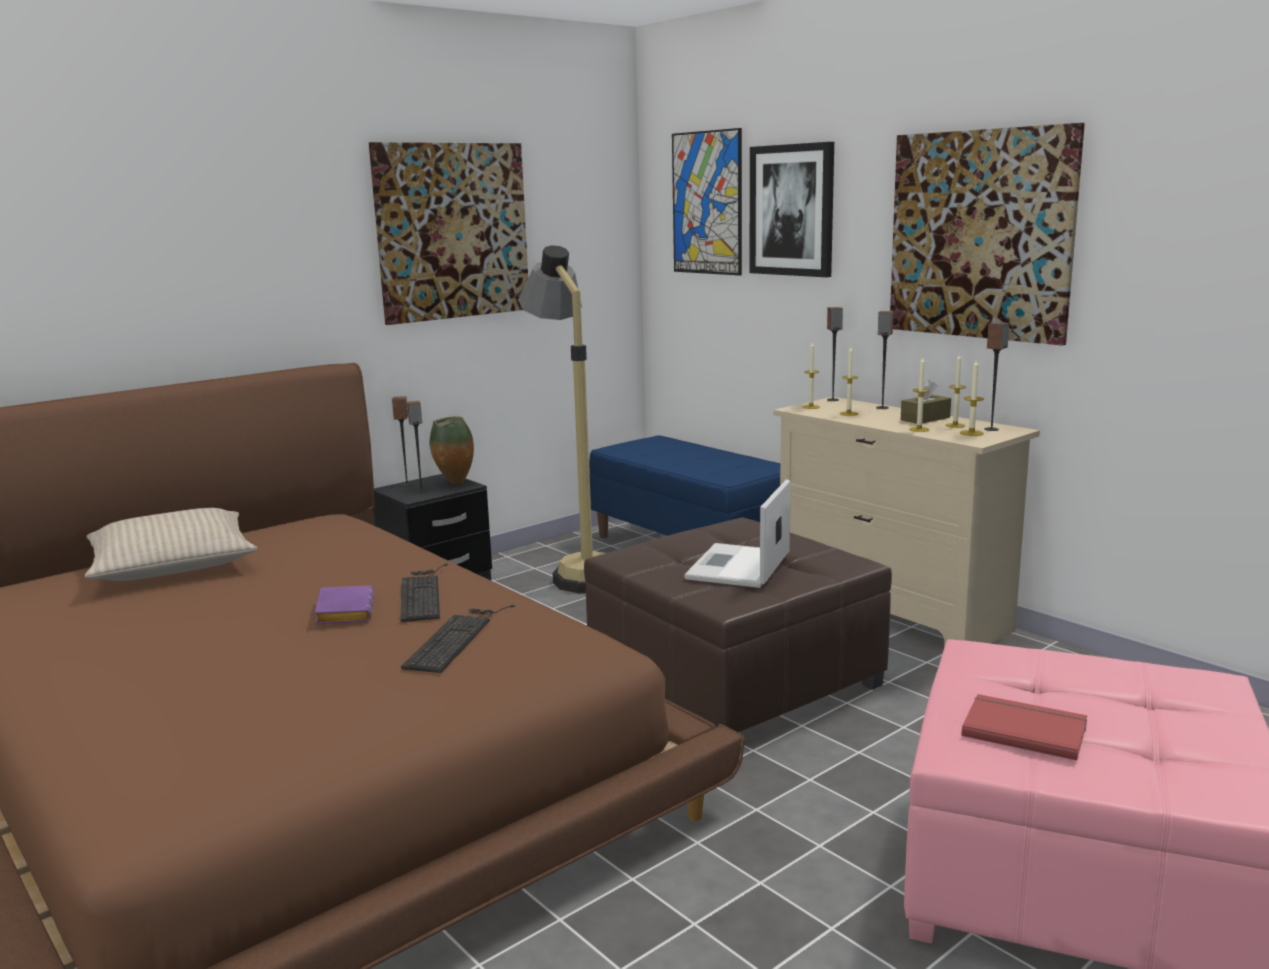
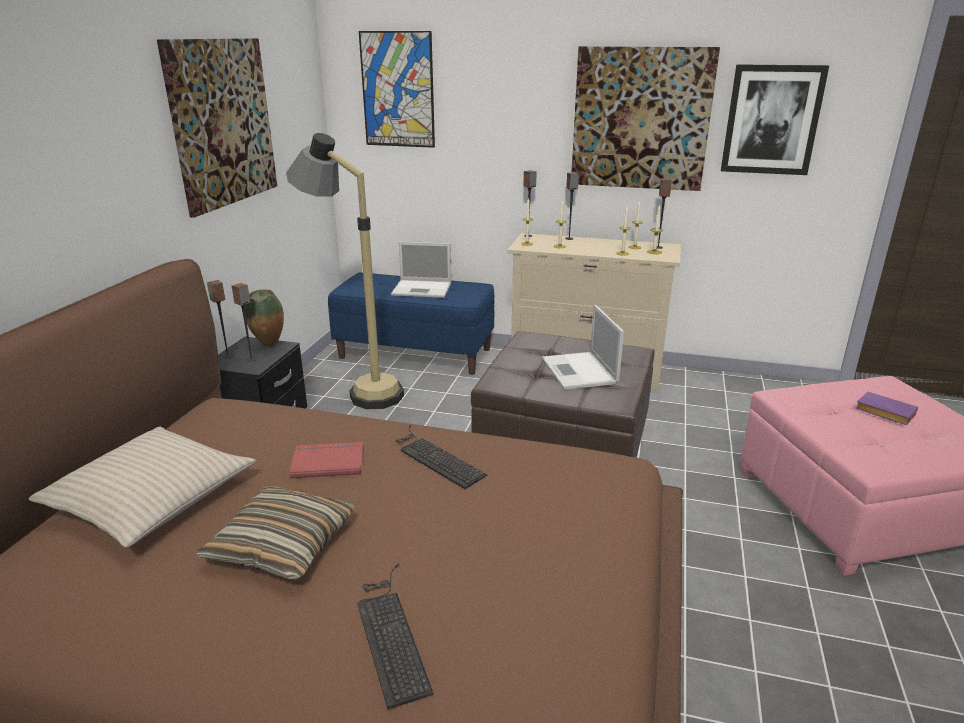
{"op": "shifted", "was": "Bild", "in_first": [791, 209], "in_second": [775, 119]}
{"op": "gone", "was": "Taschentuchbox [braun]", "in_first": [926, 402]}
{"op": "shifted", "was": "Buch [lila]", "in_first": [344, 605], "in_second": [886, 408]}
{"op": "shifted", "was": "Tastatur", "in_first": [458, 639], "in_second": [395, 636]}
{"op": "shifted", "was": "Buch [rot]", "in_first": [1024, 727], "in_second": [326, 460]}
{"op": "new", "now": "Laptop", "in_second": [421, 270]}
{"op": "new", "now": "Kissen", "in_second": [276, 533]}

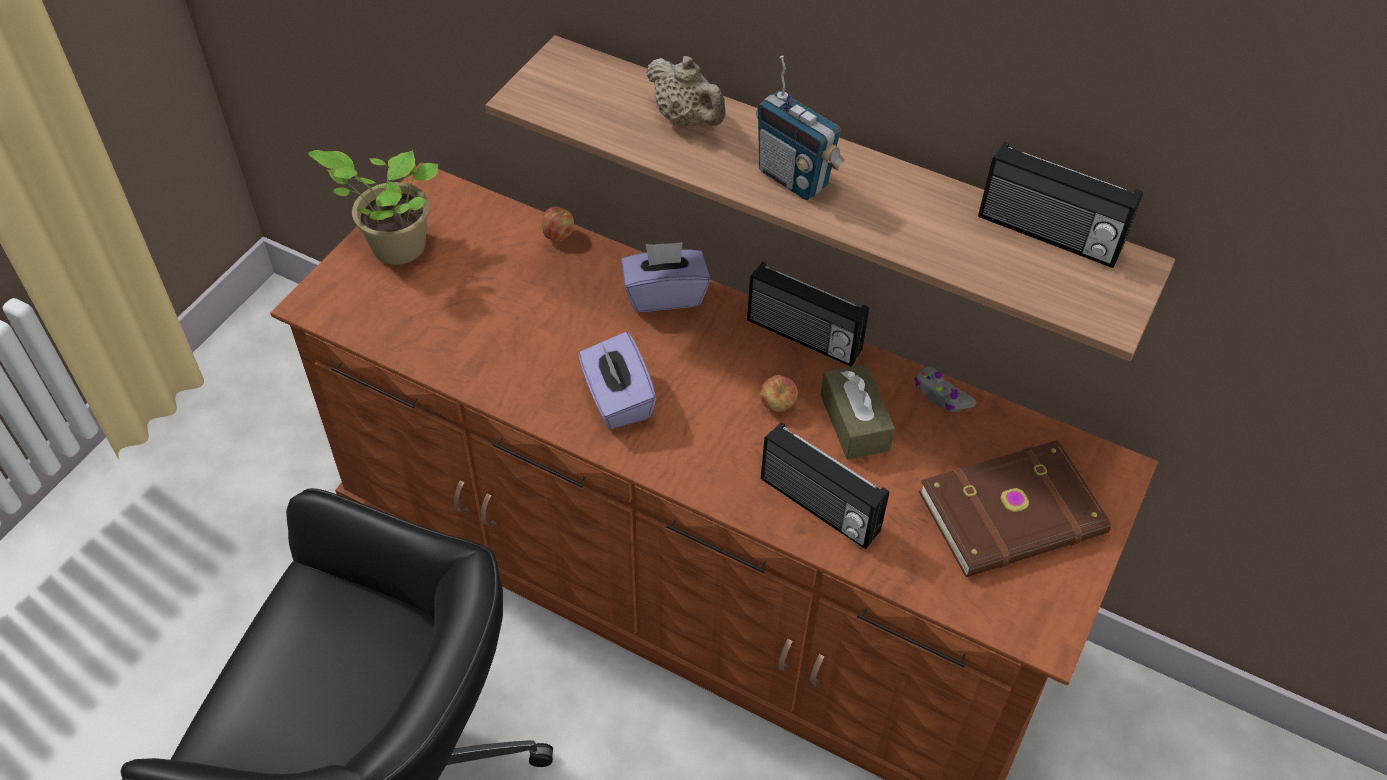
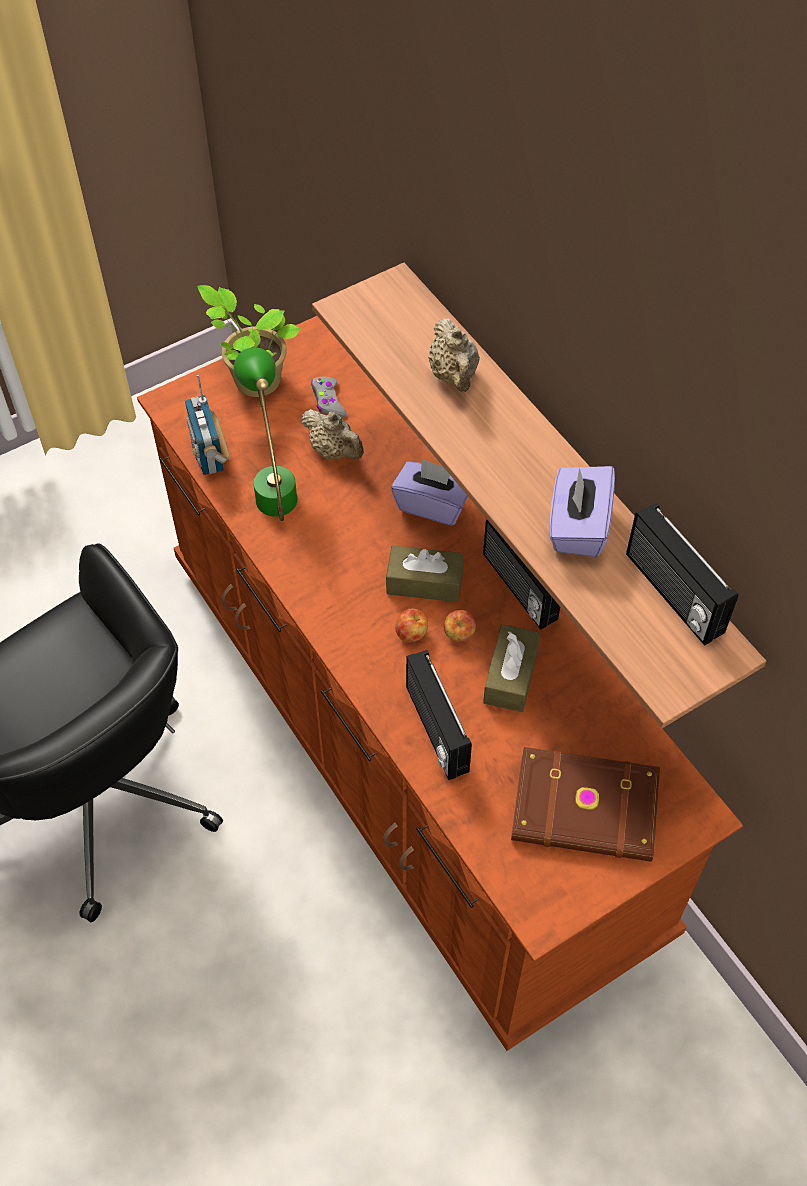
{"op": "shifted", "was": "Radio", "in_first": [800, 128], "in_second": [207, 425]}
{"op": "shifted", "was": "Apfel", "in_first": [558, 224], "in_second": [412, 625]}
{"op": "shifted", "was": "Taschentuchbox [lila]", "in_first": [617, 380], "in_second": [582, 511]}
{"op": "shifted", "was": "Gamepad [grau]", "in_first": [946, 389], "in_second": [329, 397]}
{"op": "new", "now": "Tischlampe [grün]", "in_second": [265, 434]}
{"op": "new", "now": "Teekanne [beige]", "in_second": [332, 434]}
{"op": "new", "now": "Taschentuchbox [braun]", "in_second": [425, 574]}

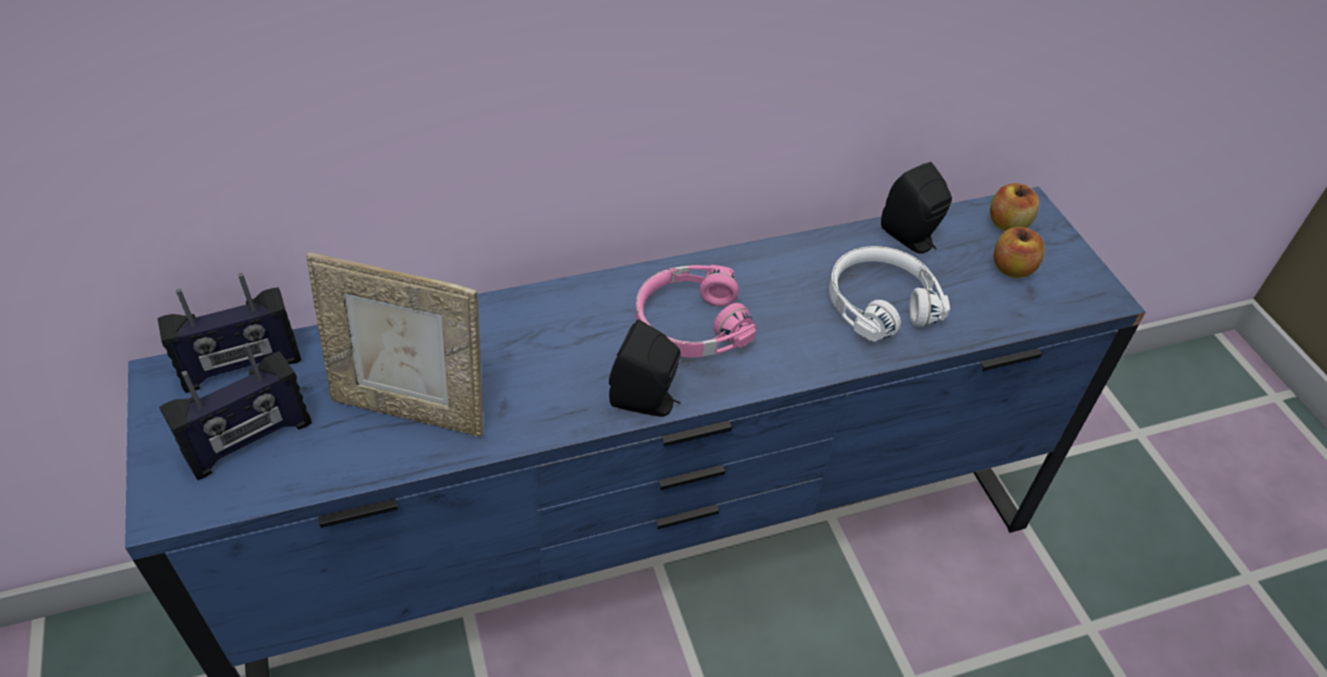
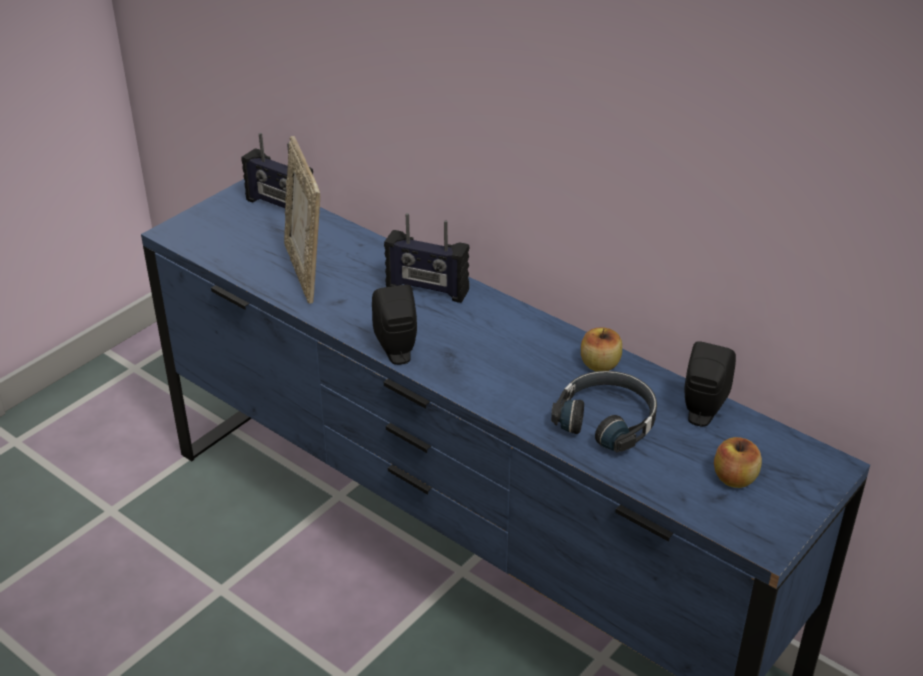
{"op": "shifted", "was": "Apfel", "in_first": [1014, 207], "in_second": [601, 349]}
{"op": "repainted", "was": "Kopfhörer [weiß]", "now": "Kopfhörer [schwarz]", "in_first": [889, 294], "in_second": [604, 411]}
{"op": "gone", "was": "Kopfhörer [rosa]", "in_first": [696, 311]}
{"op": "shifted", "was": "Radio", "in_first": [235, 411], "in_second": [426, 258]}

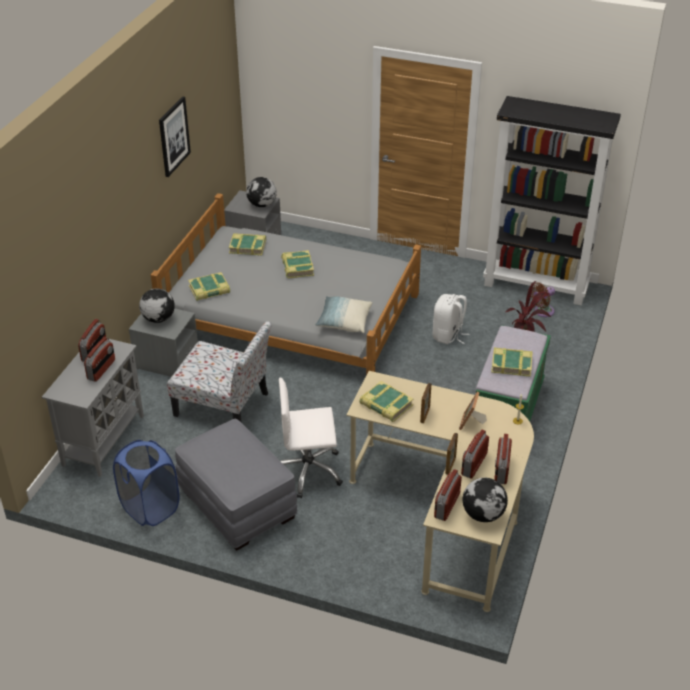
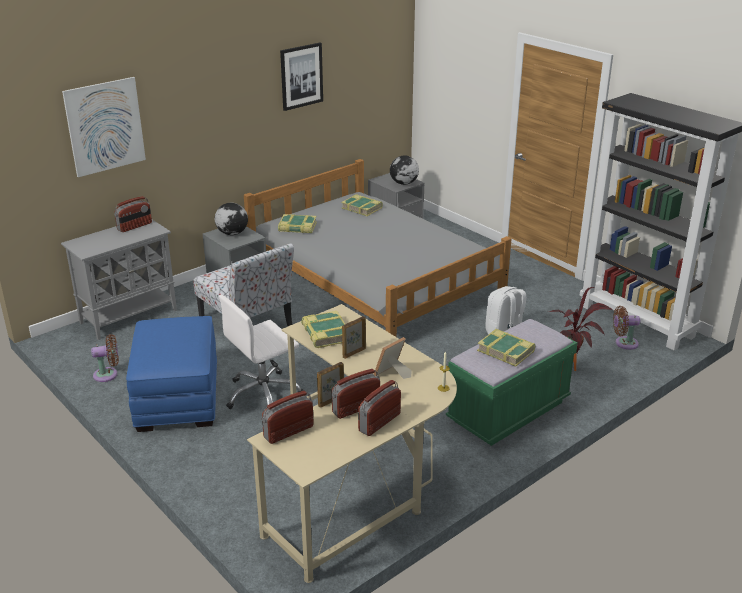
{"op": "gone", "was": "Buch", "in_first": [297, 264]}
{"op": "gone", "was": "Kissen", "in_first": [343, 314]}
{"op": "gone", "was": "Radio", "in_first": [99, 359]}
{"op": "rotated", "was": "Bürostuhl [weiß]", "in_first": [311, 438], "in_second": [262, 352], "clockwise": -60}
{"op": "repainted", "was": "Polsterhocker [grau]", "now": "Polsterhocker [blau]", "in_first": [236, 485], "in_second": [171, 374]}
{"op": "swapped", "was": "Wäschekorb [blau]", "now": "Ventilator [braun]", "in_first": [146, 483], "in_second": [105, 358]}
{"op": "gone", "was": "Globus", "in_first": [485, 500]}
{"op": "new", "now": "Bild", "in_second": [104, 127]}

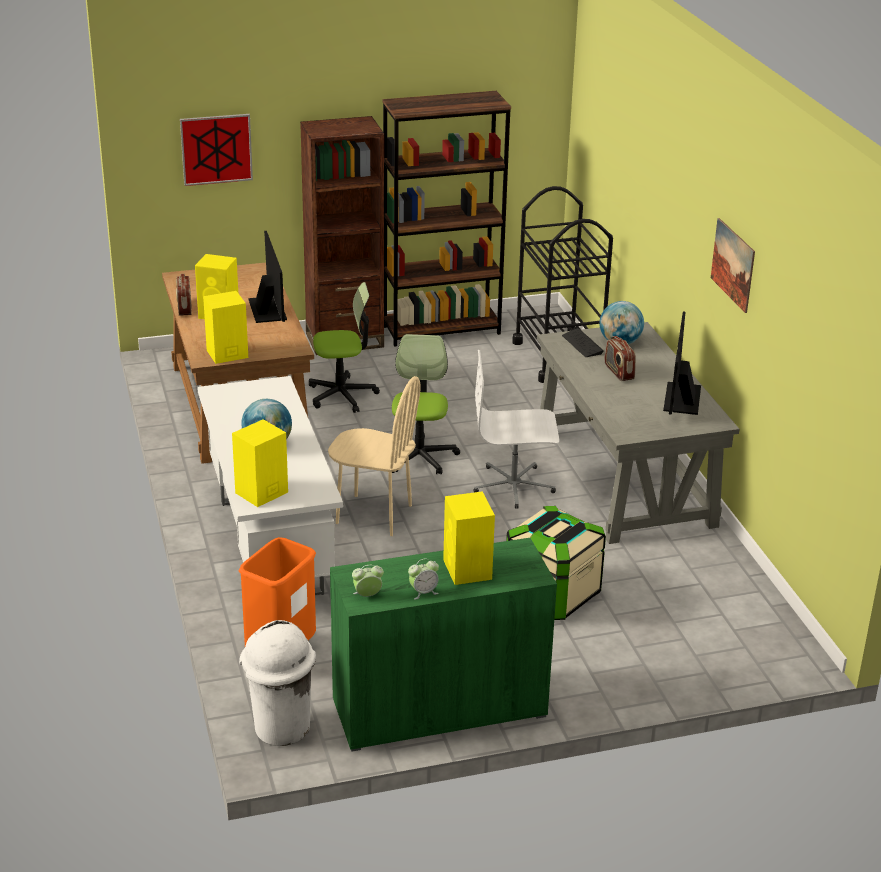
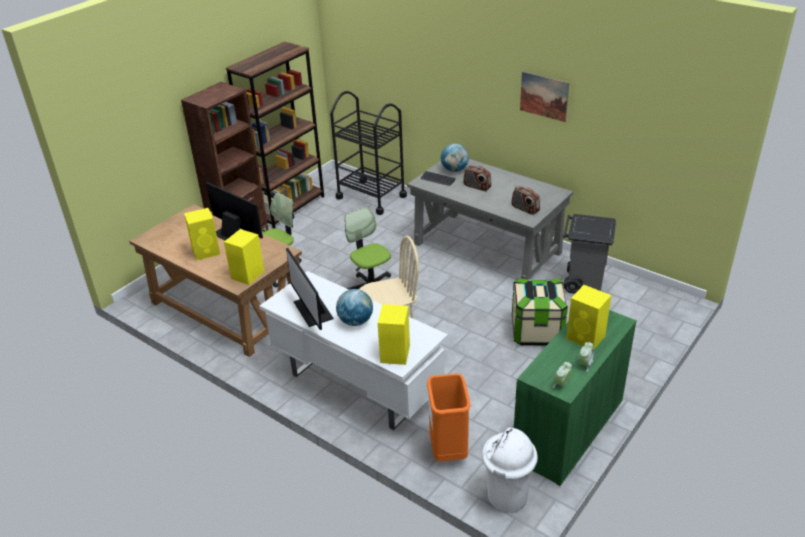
{"op": "gone", "was": "Bild", "in_first": [216, 150]}
{"op": "shifted", "was": "Radio", "in_first": [184, 295], "in_second": [526, 200]}
{"op": "shifted", "was": "Monitor", "in_first": [682, 363], "in_second": [309, 289]}
{"op": "gone", "was": "Bürostuhl [weiß]", "in_first": [516, 429]}
{"op": "new", "now": "Mülleimer [grau]", "in_second": [589, 254]}

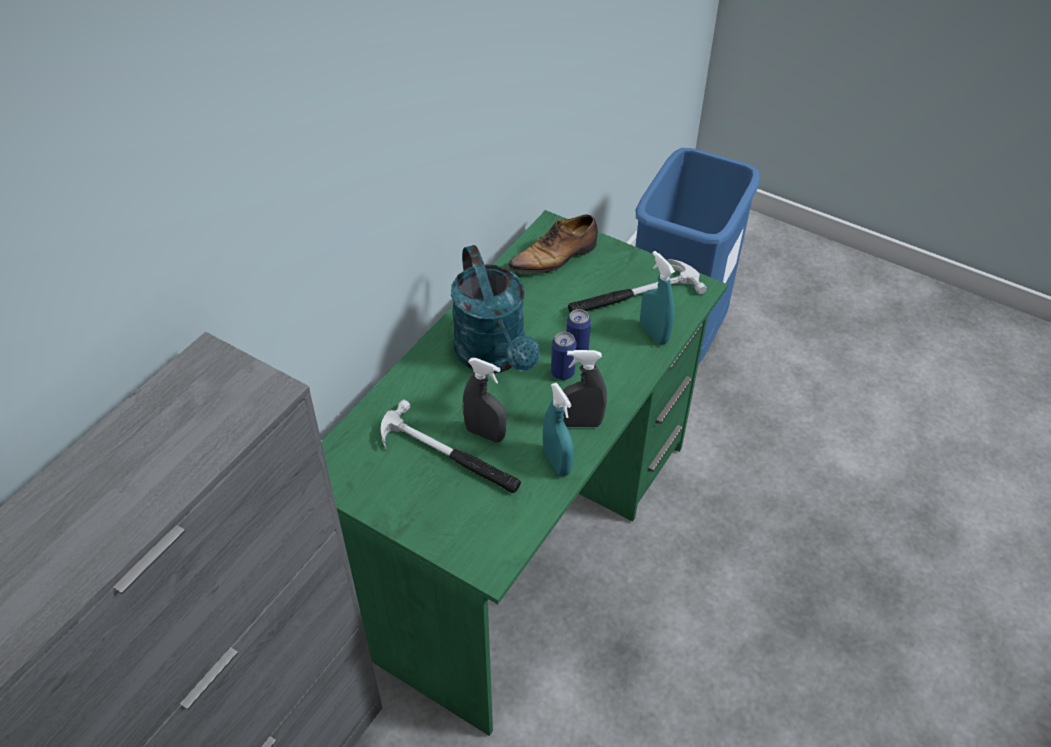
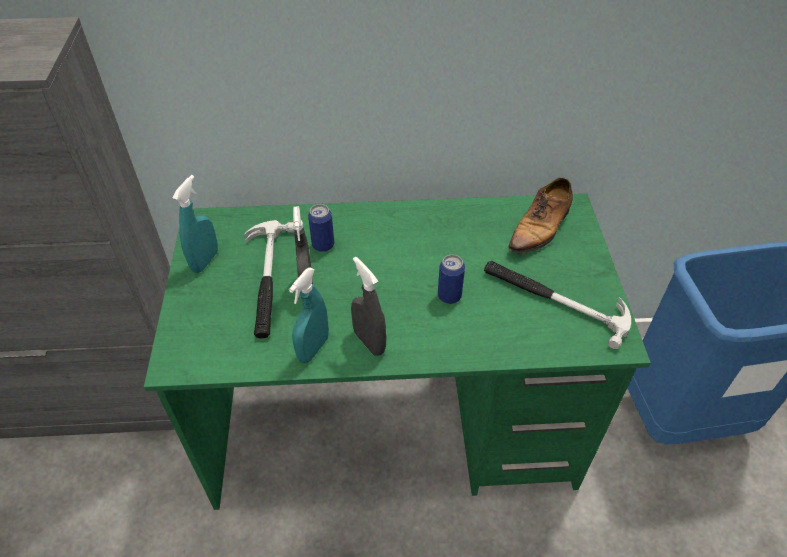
{"op": "rotated", "was": "Schuh", "in_first": [553, 244], "in_second": [540, 216], "clockwise": -75}
{"op": "gone", "was": "Gießkanne [türkis]", "in_first": [495, 309]}
{"op": "shifted", "was": "Sprühflasche [türkis]", "in_first": [657, 297], "in_second": [195, 224]}
{"op": "shifted", "was": "Dose", "in_first": [564, 356], "in_second": [321, 228]}

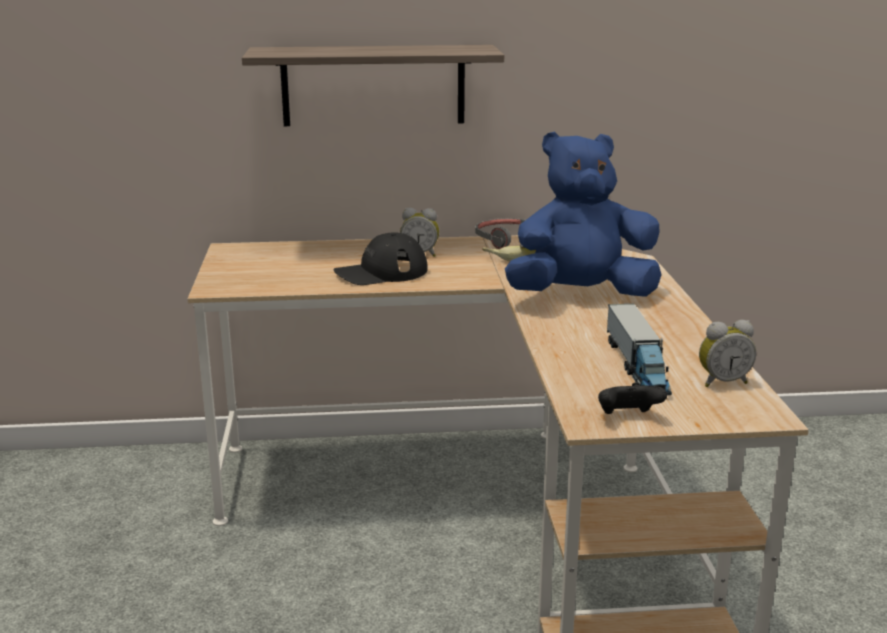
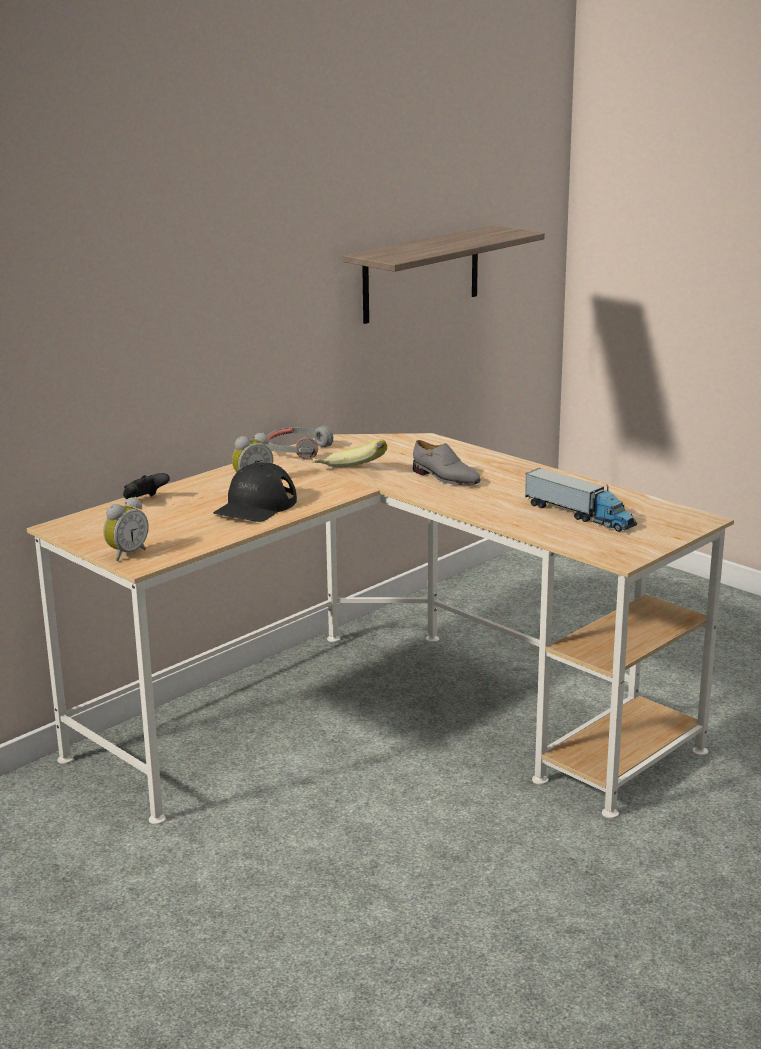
{"op": "shifted", "was": "Wandregal", "in_first": [373, 85], "in_second": [444, 274]}
{"op": "swapped", "was": "Plüschtier [blau]", "now": "Schuh [grau]", "in_first": [583, 214], "in_second": [447, 462]}
{"op": "shifted", "was": "Wecker", "in_first": [727, 353], "in_second": [126, 529]}
{"op": "shifted", "was": "Gamepad [schwarz]", "in_first": [632, 398], "in_second": [146, 486]}

